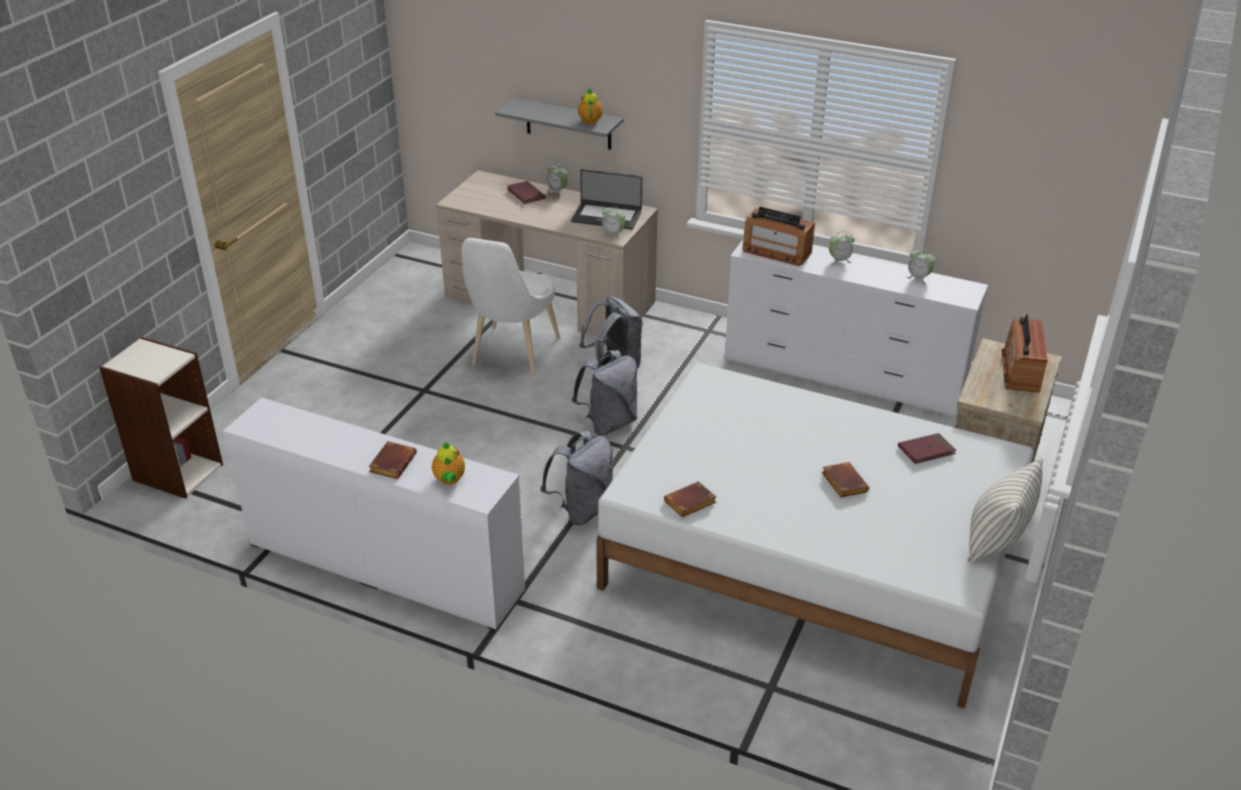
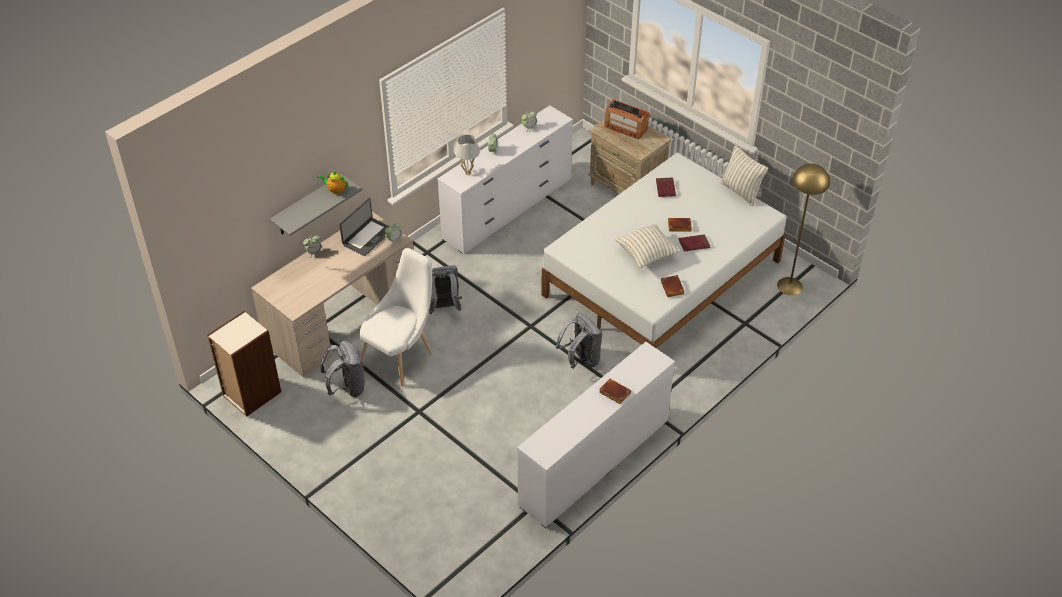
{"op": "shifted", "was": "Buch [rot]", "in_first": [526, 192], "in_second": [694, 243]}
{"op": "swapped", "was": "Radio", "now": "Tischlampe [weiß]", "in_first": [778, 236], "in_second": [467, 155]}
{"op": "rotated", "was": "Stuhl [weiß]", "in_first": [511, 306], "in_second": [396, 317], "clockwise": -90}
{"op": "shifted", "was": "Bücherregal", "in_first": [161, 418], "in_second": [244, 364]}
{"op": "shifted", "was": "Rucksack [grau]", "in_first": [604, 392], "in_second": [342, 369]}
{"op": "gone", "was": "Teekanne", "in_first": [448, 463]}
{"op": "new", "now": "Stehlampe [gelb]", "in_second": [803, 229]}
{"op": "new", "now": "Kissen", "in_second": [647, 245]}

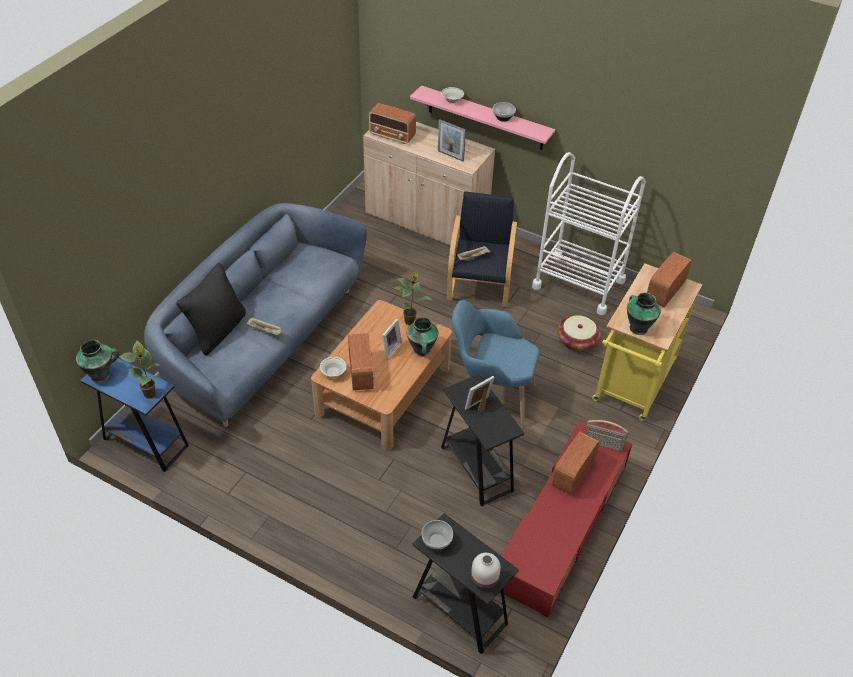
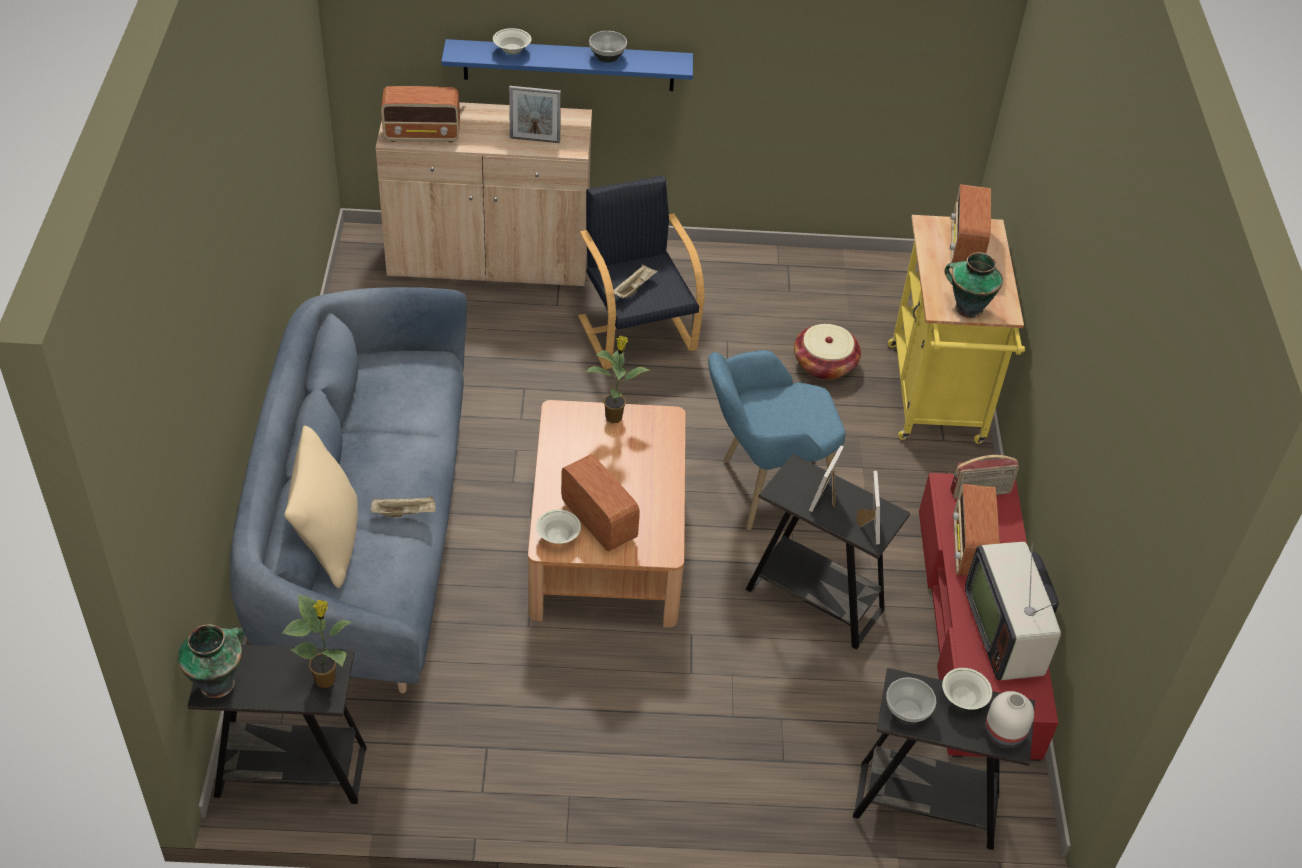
{"op": "repainted", "was": "Wandregal [rosa]", "now": "Wandregal [blau]", "in_first": [482, 117], "in_second": [567, 65]}
{"op": "gone", "was": "Rollwagen [weiß]", "in_first": [589, 233]}
{"op": "repainted", "was": "Kissen [schwarz]", "now": "Kissen [beige]", "in_first": [211, 309], "in_second": [321, 507]}
{"op": "gone", "was": "Vase", "in_first": [422, 337]}
{"op": "shifted", "was": "Bilderrahmen", "in_first": [392, 339], "in_second": [868, 507]}
{"op": "repainted", "was": "Beistelltisch [blau]", "now": "Beistelltisch [schwarz]", "in_first": [134, 413], "in_second": [277, 724]}
{"op": "new", "now": "Fernseher", "in_second": [1013, 611]}
{"op": "new", "now": "Schüssel [weiß]", "in_second": [967, 689]}

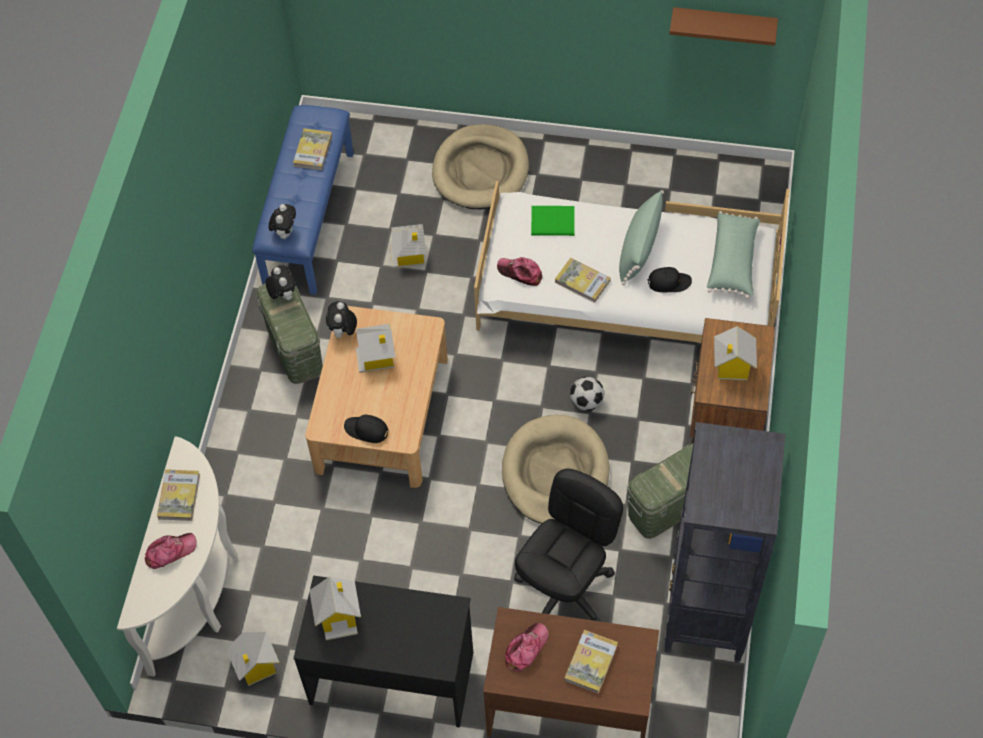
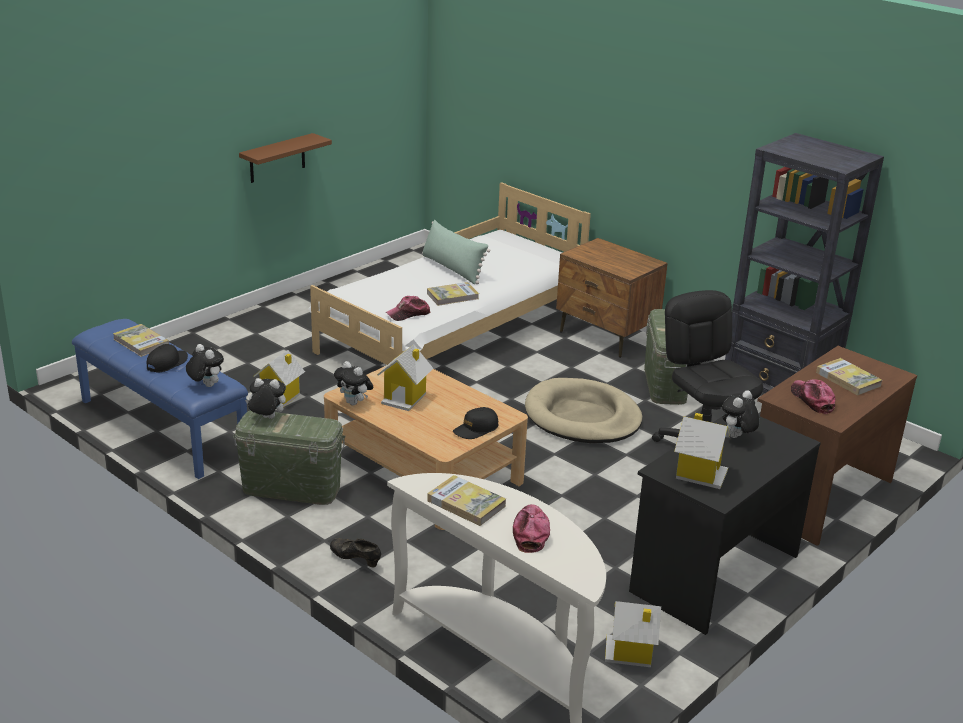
{"op": "shifted", "was": "Wandregal [braun]", "in_first": [723, 26], "in_second": [285, 158]}
{"op": "gone", "was": "Hundebett [beige]", "in_first": [480, 166]}
{"op": "gone", "was": "Buch [grün]", "in_first": [552, 221]}
{"op": "gone", "was": "Kissen [grün]", "in_first": [733, 255]}
{"op": "shifted", "was": "Kappe [schwarz]", "in_first": [670, 279], "in_second": [167, 358]}
{"op": "gone", "was": "Spielzeughaus", "in_first": [735, 353]}
{"op": "gone", "was": "Fußball", "in_first": [587, 394]}
{"op": "new", "now": "Plüschtier", "in_second": [741, 414]}
{"op": "new", "now": "Schuh [schwarz]", "in_second": [355, 553]}

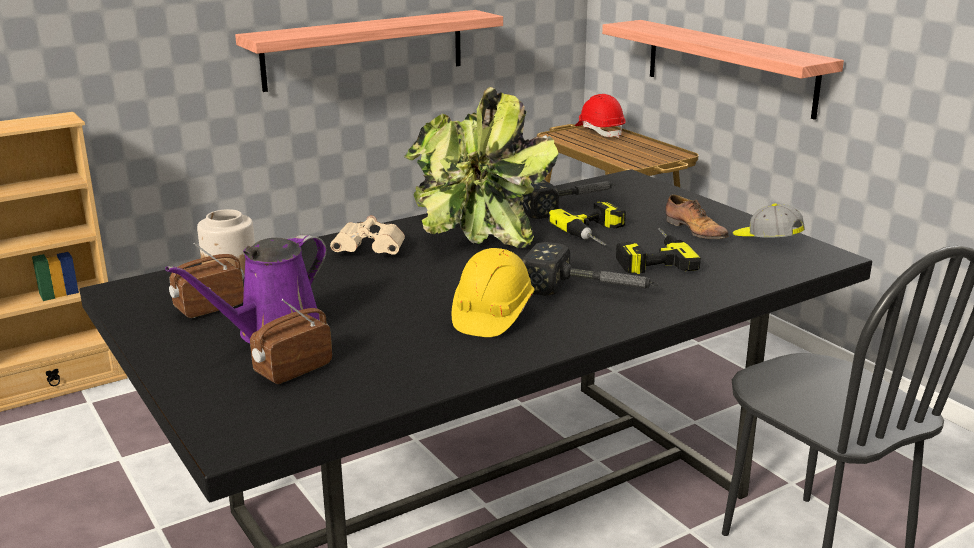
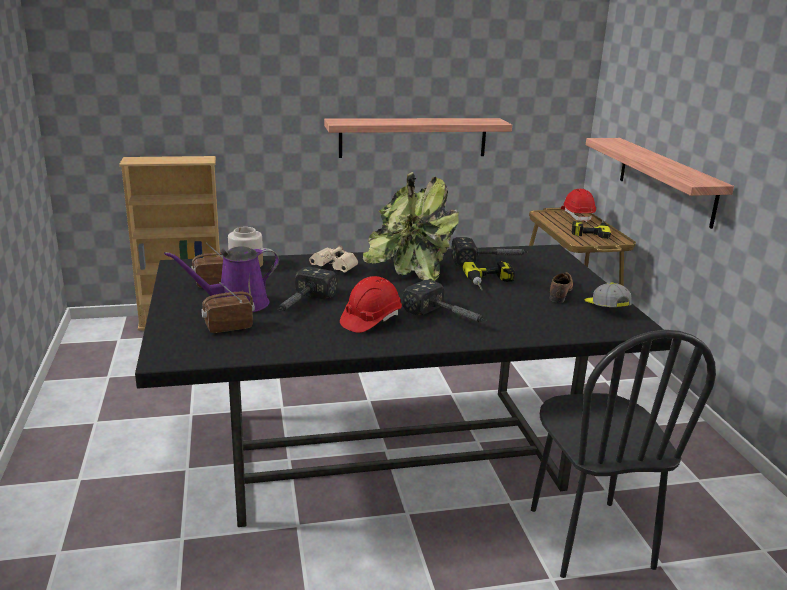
{"op": "rotated", "was": "Schuh", "in_first": [697, 216], "in_second": [561, 287], "clockwise": -150}
{"op": "shifted", "was": "Bohrmaschine", "in_first": [658, 250], "in_second": [591, 229]}
{"op": "repainted", "was": "Schutzhelm [gelb]", "now": "Schutzhelm [rot]", "in_first": [493, 292], "in_second": [371, 304]}
{"op": "new", "now": "Hammer", "in_second": [307, 289]}

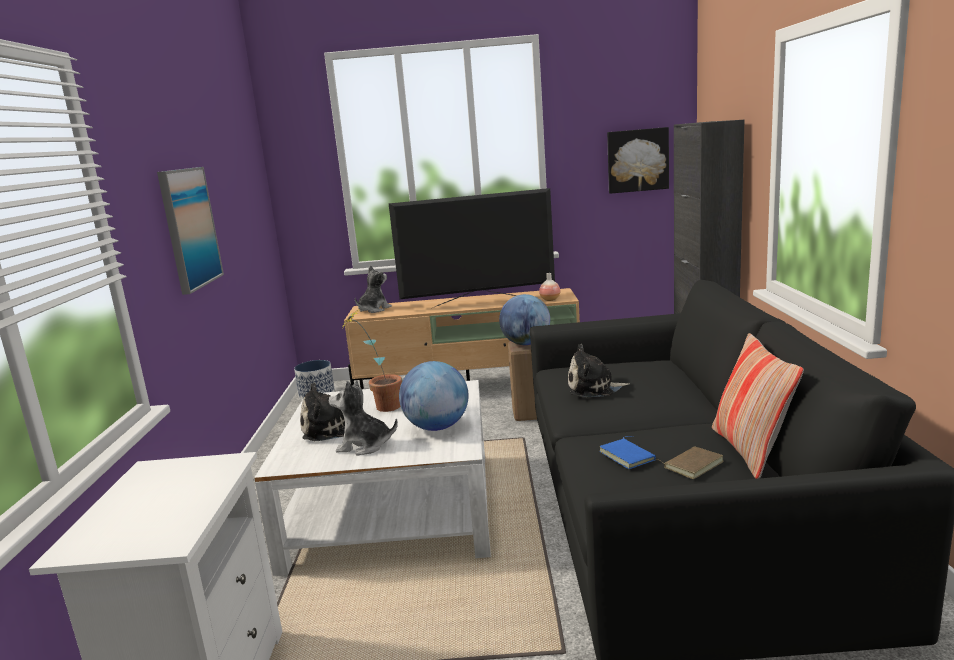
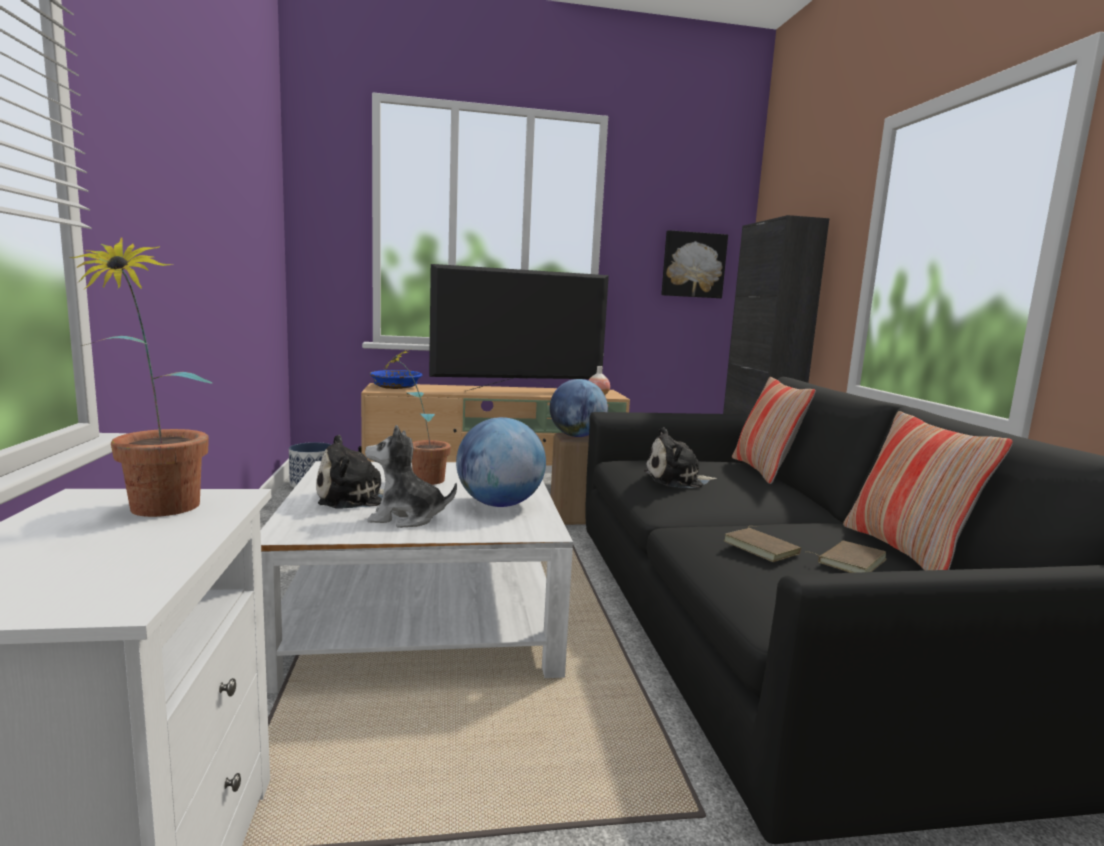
{"op": "gone", "was": "Bild", "in_first": [190, 231]}
{"op": "swapped", "was": "Plüschtier", "now": "Schüssel [blau]", "in_first": [373, 289], "in_second": [396, 379]}
{"op": "repainted", "was": "Buch [blau]", "now": "Buch [braun]", "in_first": [628, 452], "in_second": [762, 544]}
{"op": "new", "now": "Topfpflanze", "in_second": [140, 377]}
{"op": "new", "now": "Kissen", "in_second": [774, 430]}

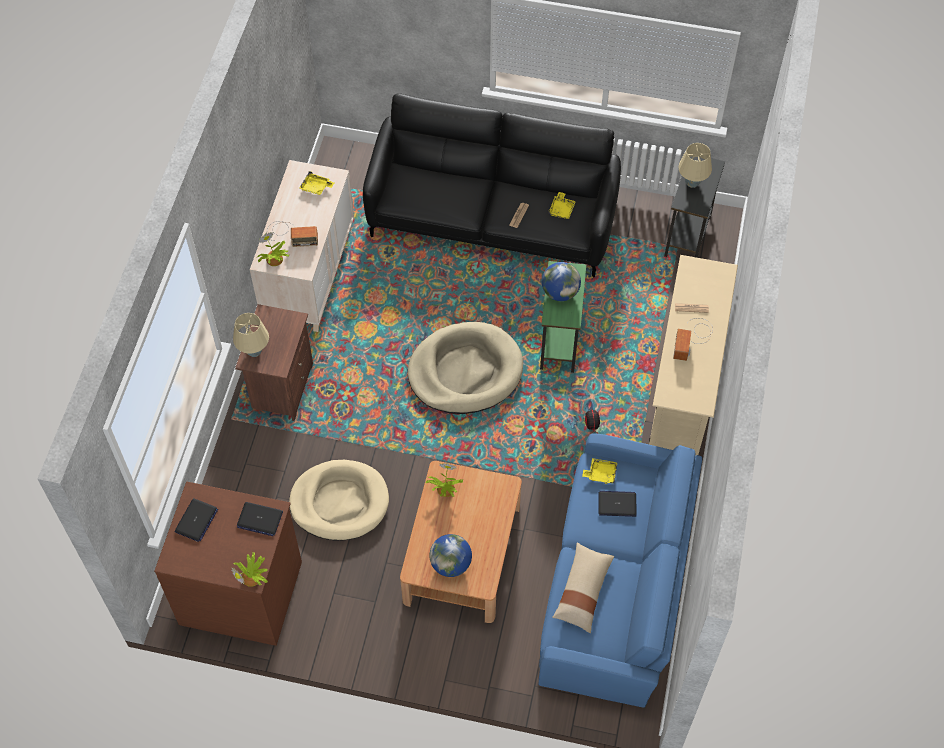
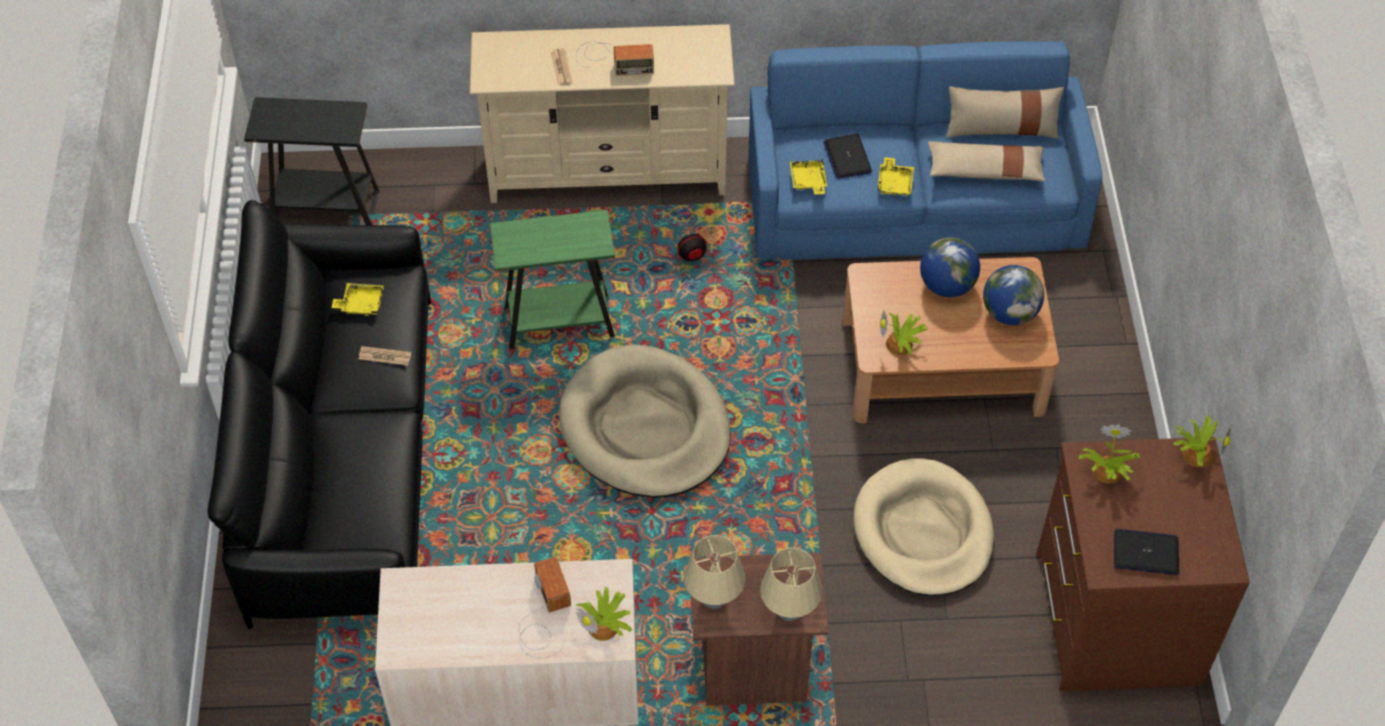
{"op": "shifted", "was": "Tischlampe [beige]", "in_first": [695, 165], "in_second": [714, 572]}
{"op": "shifted", "was": "Tablett [gelb]", "in_first": [316, 183], "in_second": [896, 176]}
{"op": "shifted", "was": "Globus", "in_first": [561, 281], "in_second": [950, 267]}
{"op": "swapped", "was": "Laptop", "now": "Topfpflanze", "in_first": [260, 519], "in_second": [1109, 453]}
{"op": "new", "now": "Kissen [beige]", "in_second": [1005, 112]}

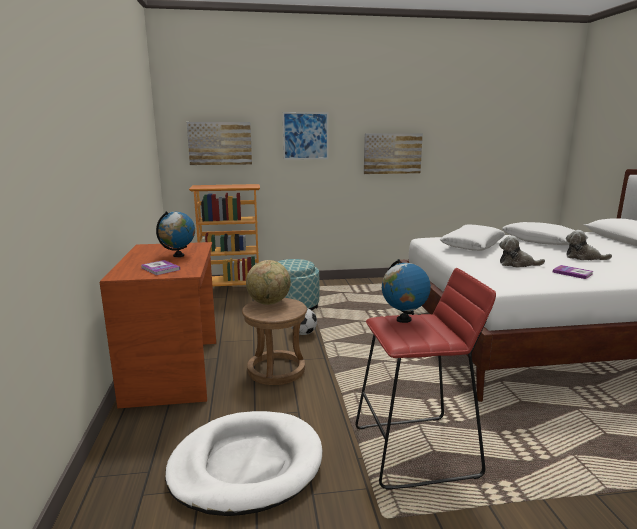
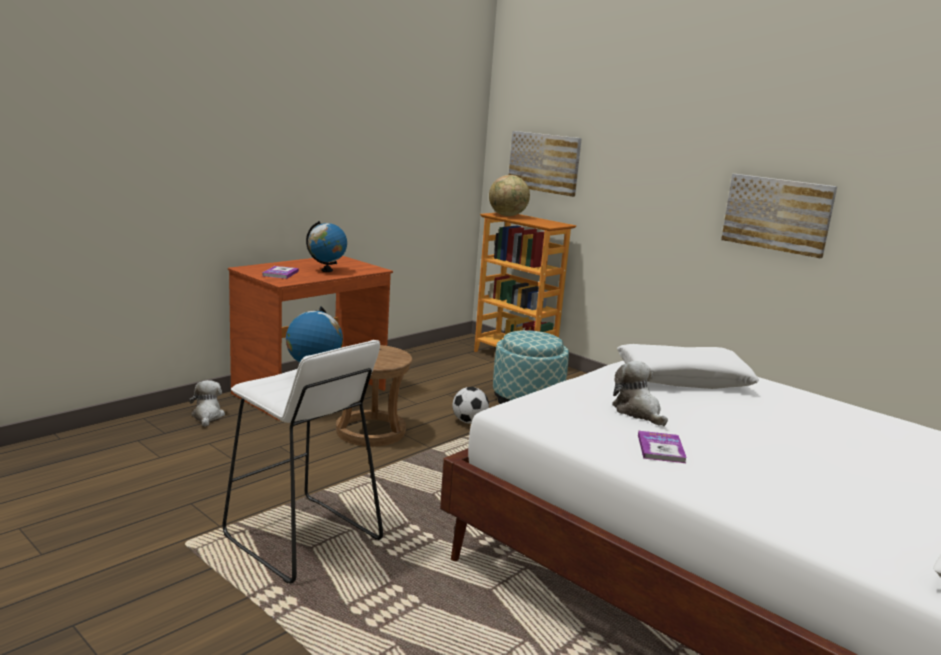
{"op": "gone", "was": "Bild", "in_first": [305, 136]}
{"op": "gone", "was": "Kissen [weiß]", "in_first": [545, 233]}
{"op": "shifted", "was": "Plüschtier", "in_first": [589, 245], "in_second": [207, 403]}
{"op": "shifted", "was": "Globus", "in_first": [268, 282], "in_second": [509, 195]}
{"op": "repainted", "was": "Hocker [rot]", "now": "Hocker [weiß]", "in_first": [425, 379], "in_second": [302, 462]}
{"op": "gone", "was": "Hundebett [weiß]", "in_first": [243, 463]}

